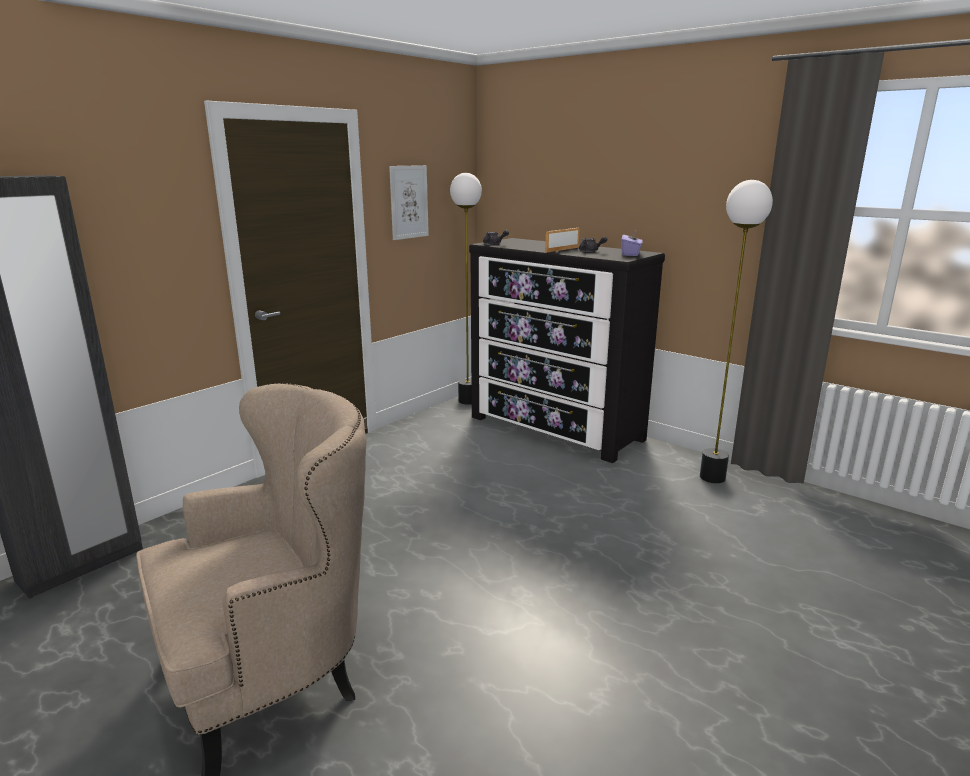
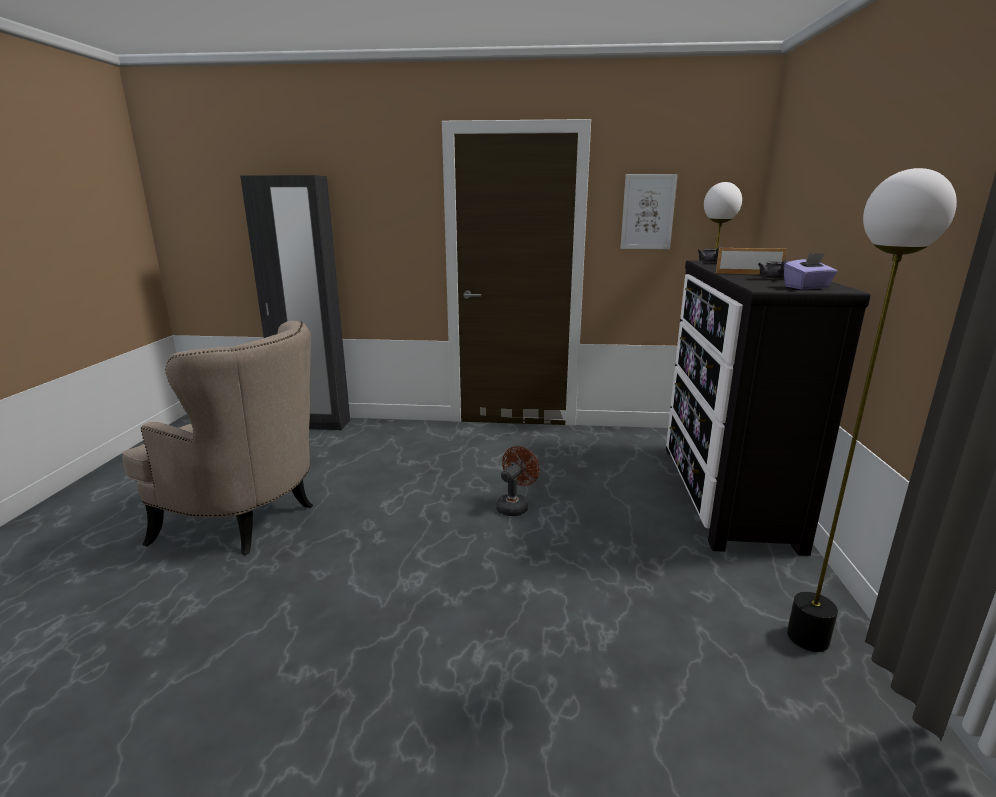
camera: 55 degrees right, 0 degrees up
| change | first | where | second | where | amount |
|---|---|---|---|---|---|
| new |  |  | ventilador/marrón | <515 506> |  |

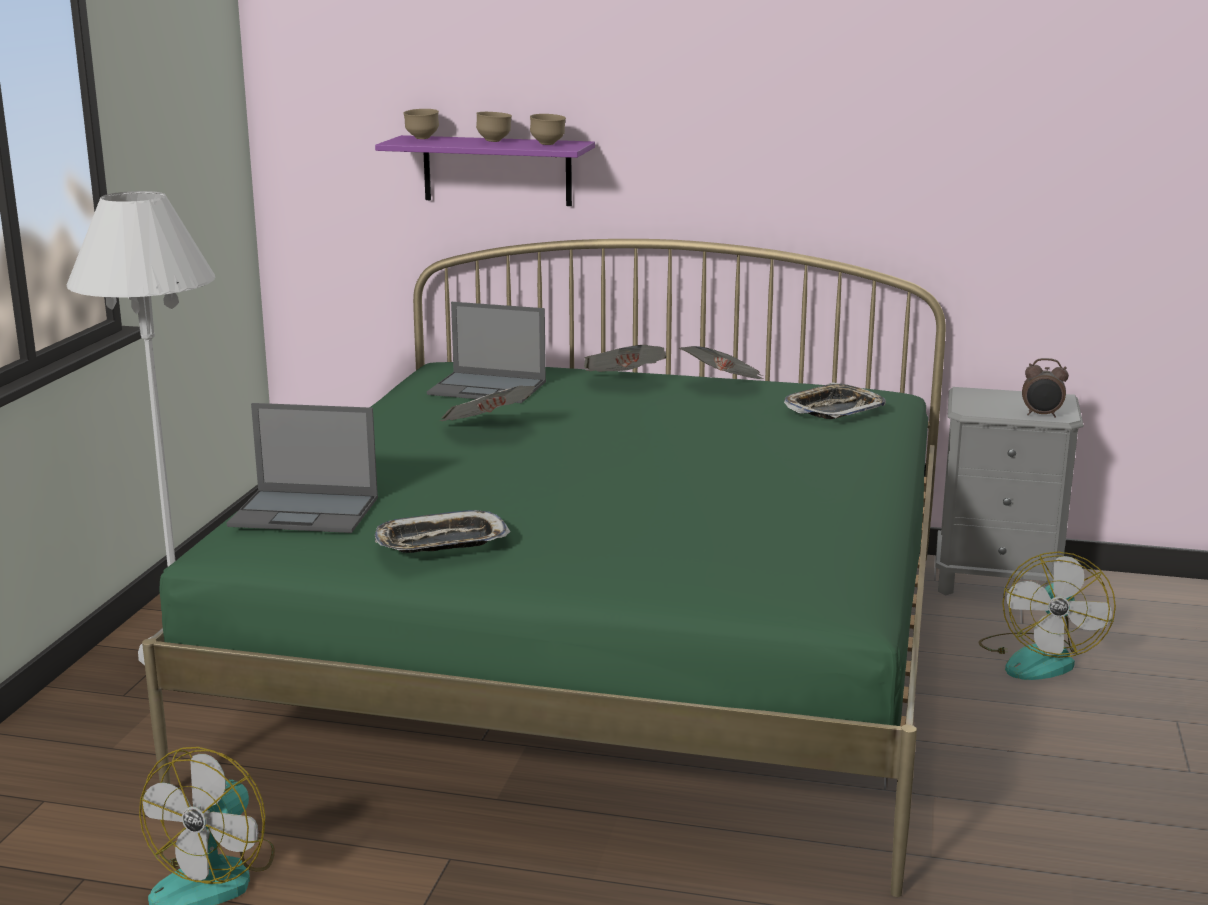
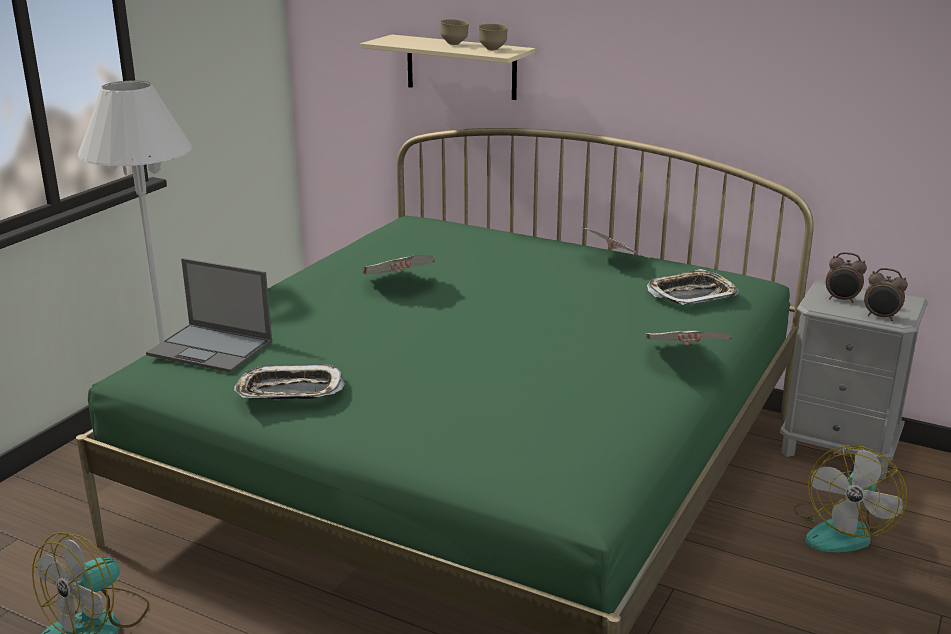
camera: 15 degrees right, 5 degrees up
| change | first | where | second | where | amount |
|---|---|---|---|---|---|
| repainted | estante/morado | <497 170> | estante/beis | <461 67> |  |
| gone | cuenco/marrón | <422 138> |  |  |  |
| gone | portátil | <489 388> |  |  |  |
| shifted | periódico | <624 382> |  | <684 358> |  |
| new |  |  | despertador | <842 300> |  |

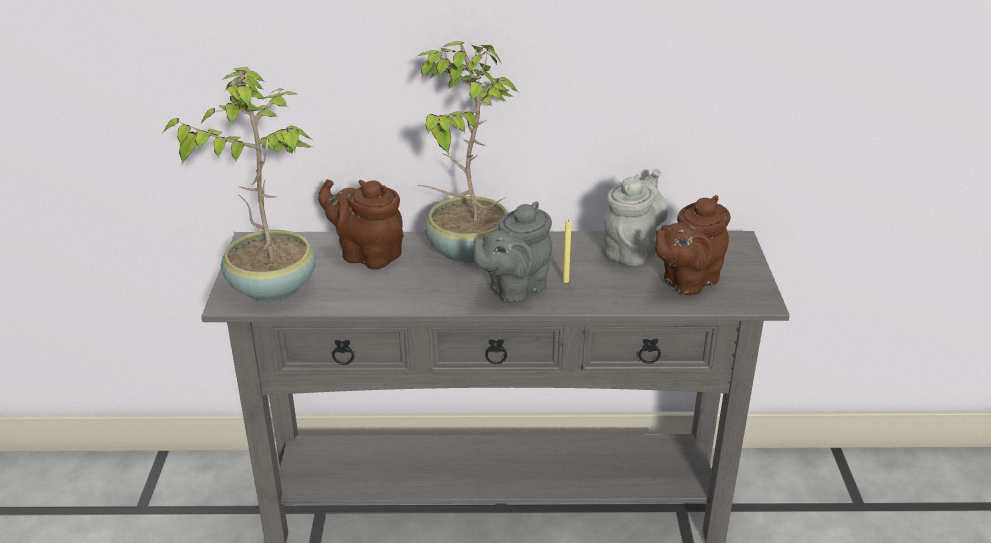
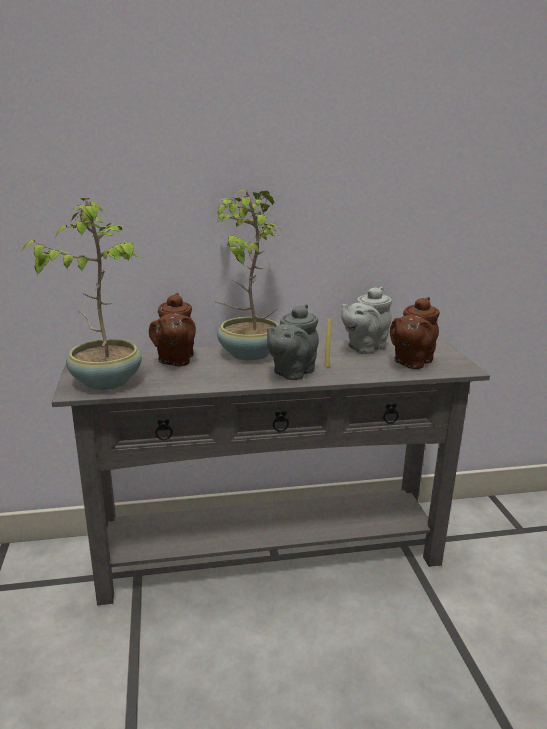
camera: 10 degrees left, 10 degrees down
| change | first | where | second | where | amount |
|---|---|---|---|---|---|
| rotated | tetera/marrón | <367 255> |  | <175 360> | 105 degrees counterclockwise |
| rotated | tetera/gris | <631 249> |  | <364 348> | 150 degrees counterclockwise |

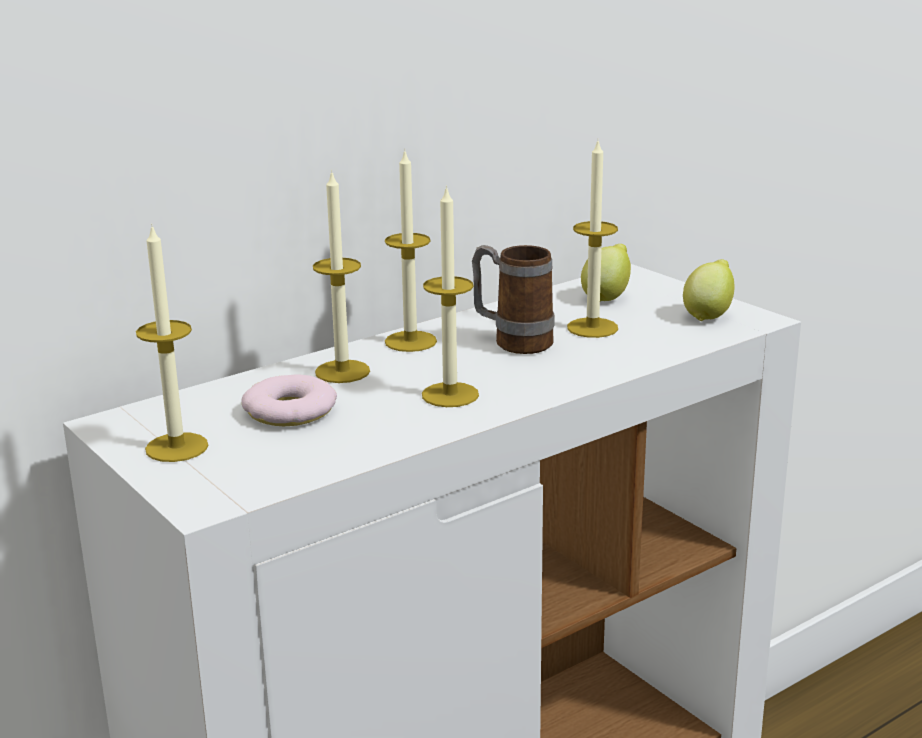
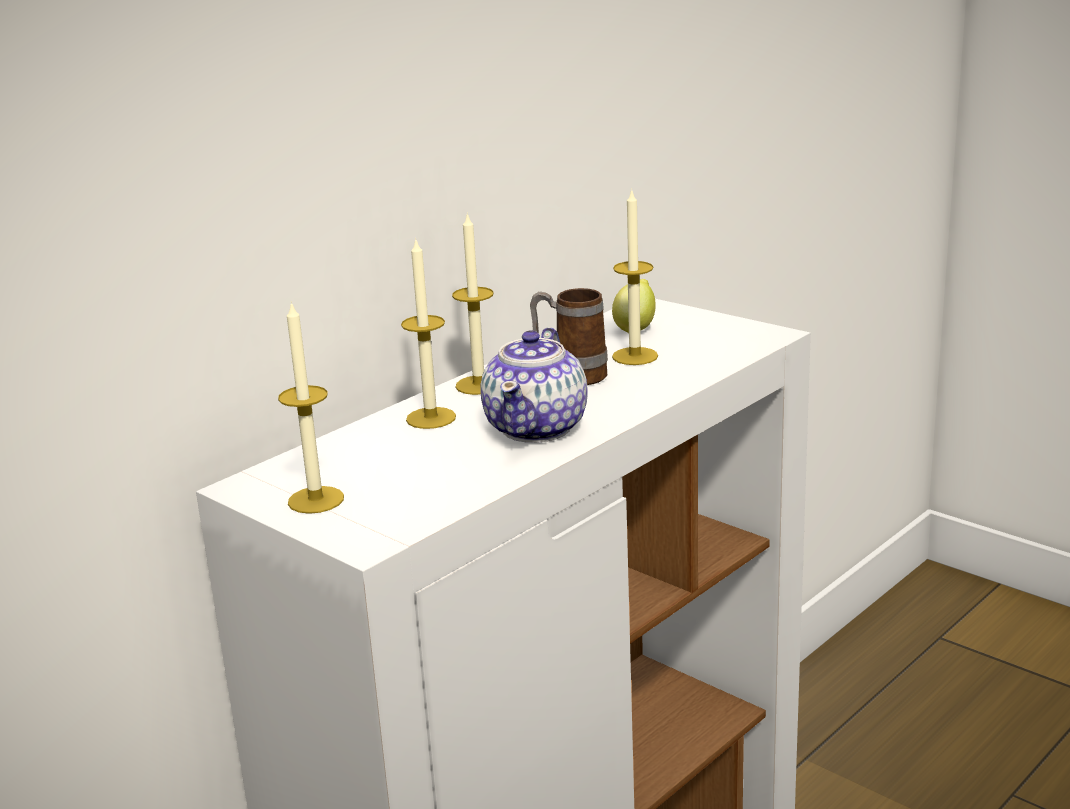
camera: 10 degrees left, 0 degrees up
| change | first | where | second | where | amount |
|---|---|---|---|---|---|
| gone | rosquilla | <289 411> |  |  |  |
| swapped | vela | <450 395> | tetera | <537 427> |  |
| gone | limón | <708 315> |  |  |  |

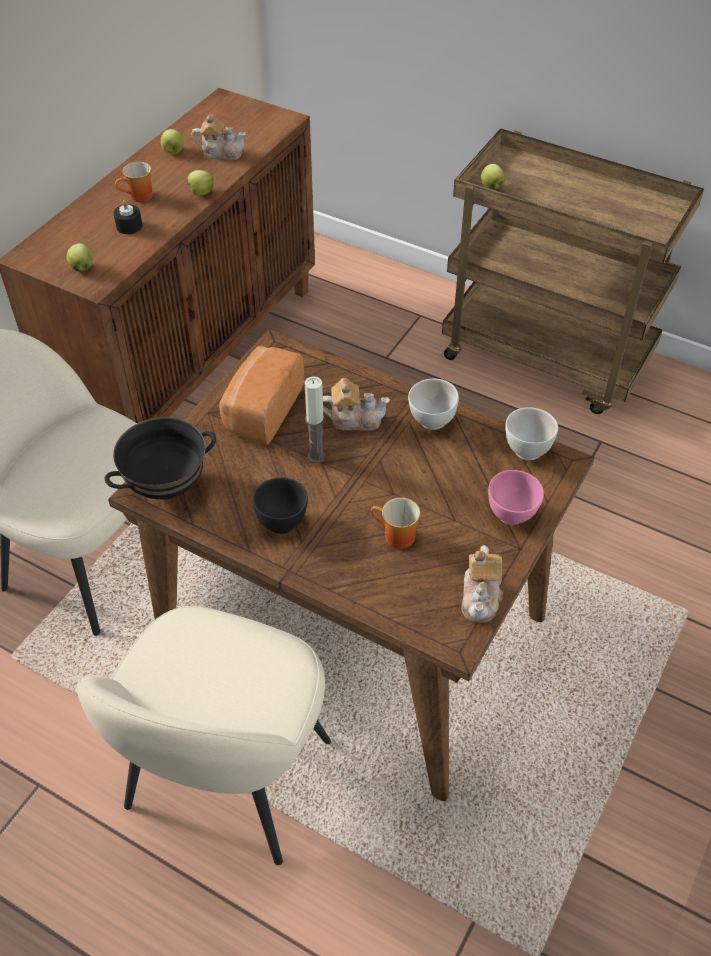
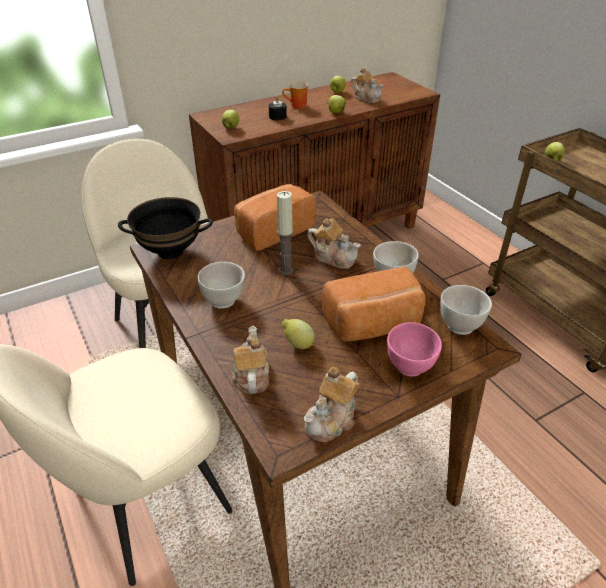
camera: 30 degrees right, 10 degrees down
| change | first | where | second | where | amount |
|---|---|---|---|---|---|
| repainted | cuenco/negro | <282 522> | cuenco/blanco | <224 301> |  |
| swapped | taza grande | <395 537> | limón | <298 344> |  |
| new |  |  | tetera | <251 375> |  |
| new |  |  | pan | <373 325> |  |

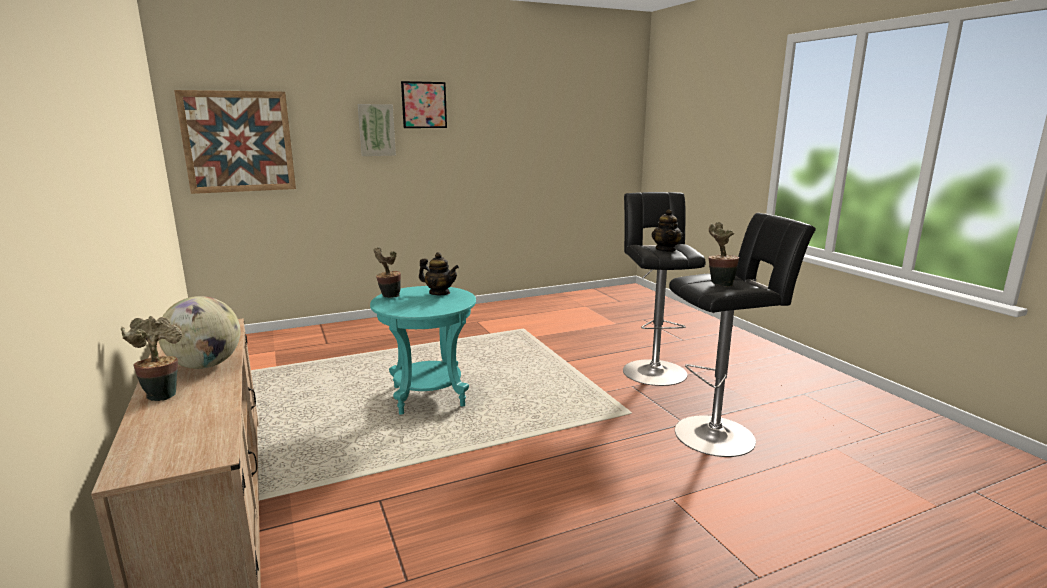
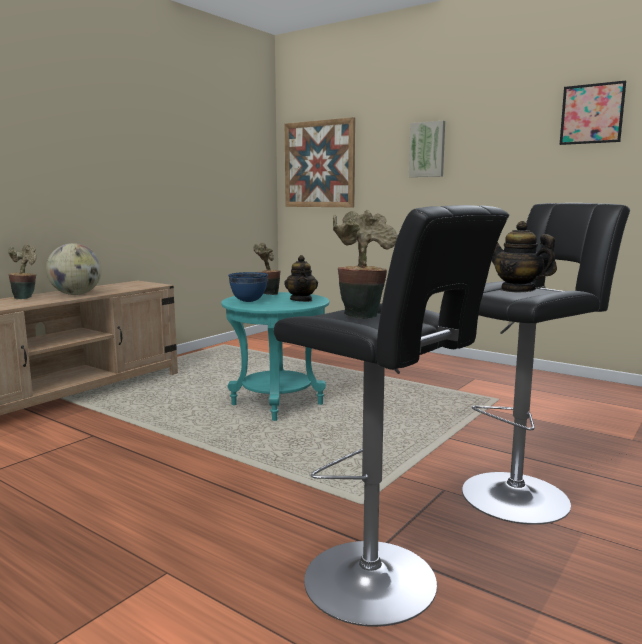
camera: 60 degrees right, 5 degrees down
| change | first | where | second | where | amount |
|---|---|---|---|---|---|
| shifted | cuadro | <424 105> |  | <592 114> |  |
| rotated | tetera | <666 250> |  | <517 290> | 75 degrees clockwise |
| new |  |  | cuenco/azul | <249 301> |  |

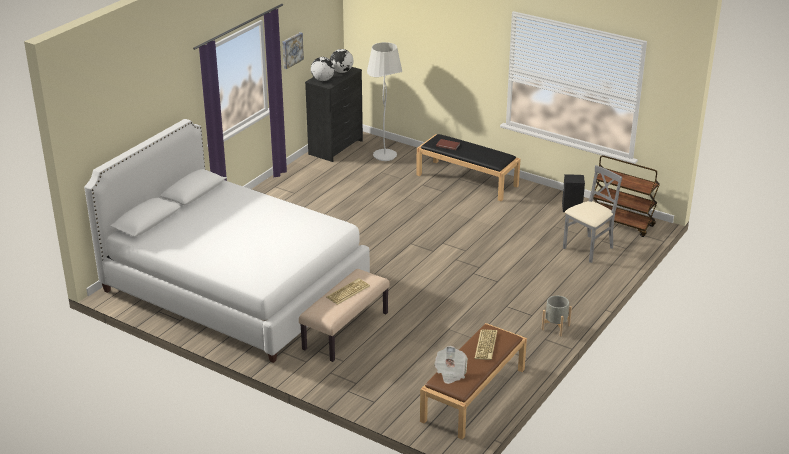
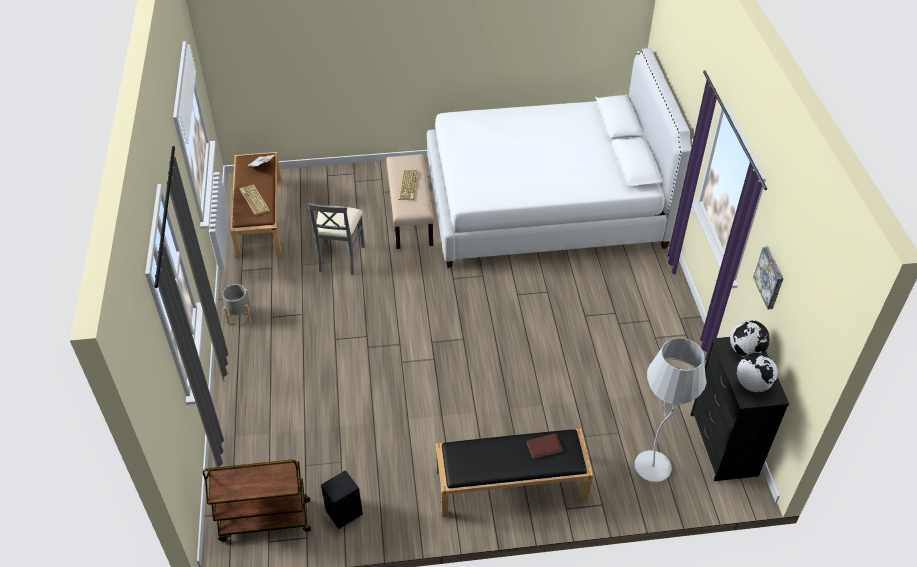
camera: 140 degrees right, 15 degrees up
| change | first | where | second | where | amount |
|---|---|---|---|---|---|
| shifted | silla/gris | <588 249> |  | <341 258> |  |

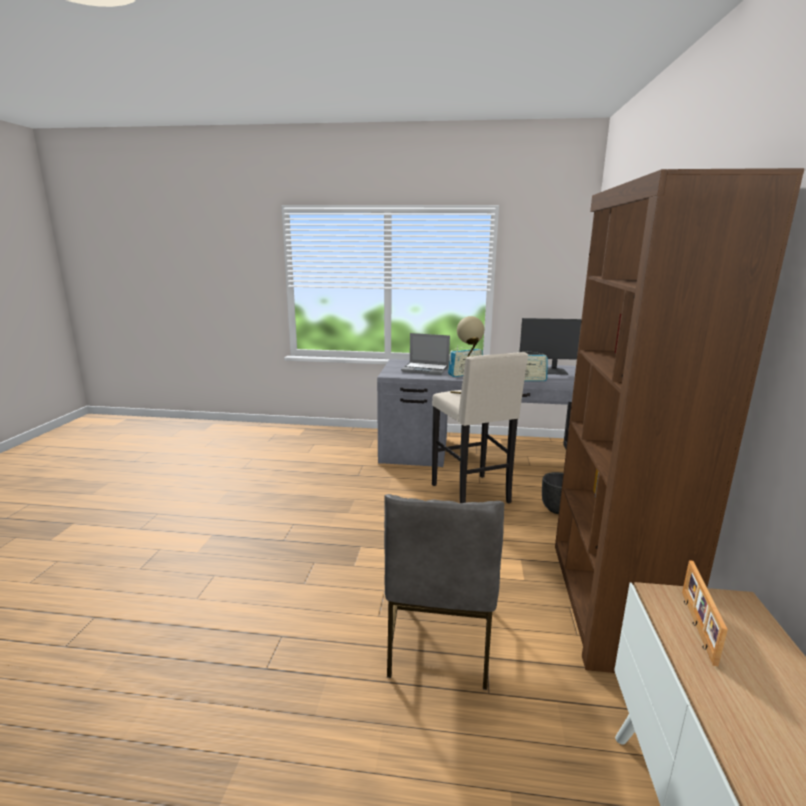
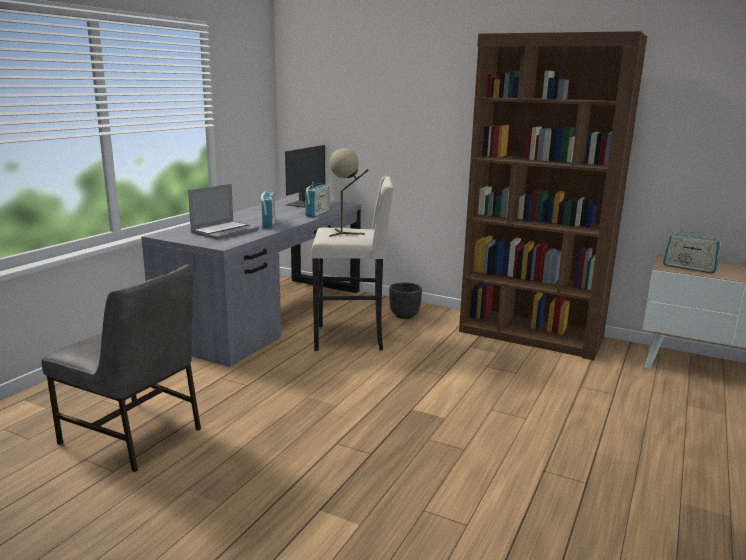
camera: 70 degrees left, 0 degrees up
| change | first | where | second | where | amount |
|---|---|---|---|---|---|
| shifted | silla/gris | <439 640> |  | <134 436> |  |
| swapped | portarretratos | <696 625> | radio | <689 268> |  |

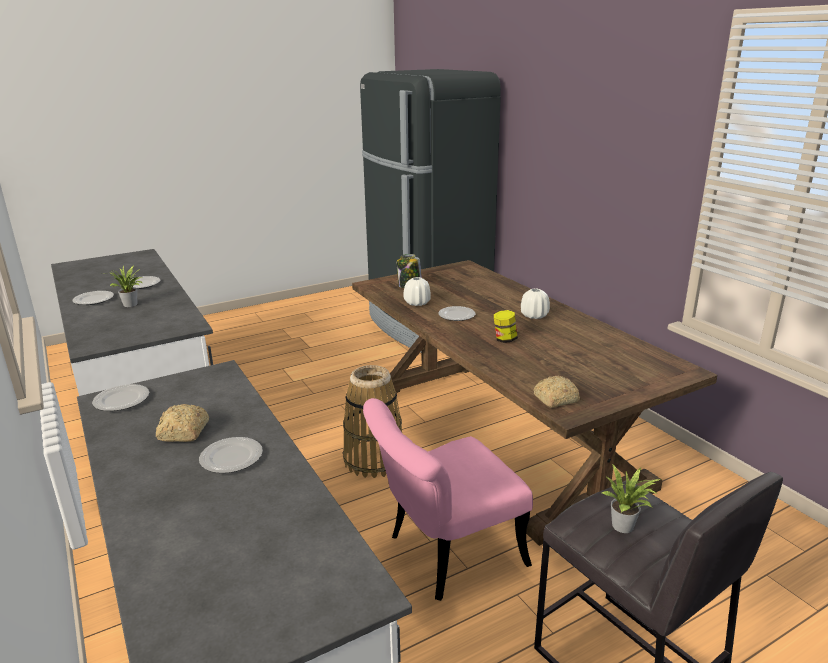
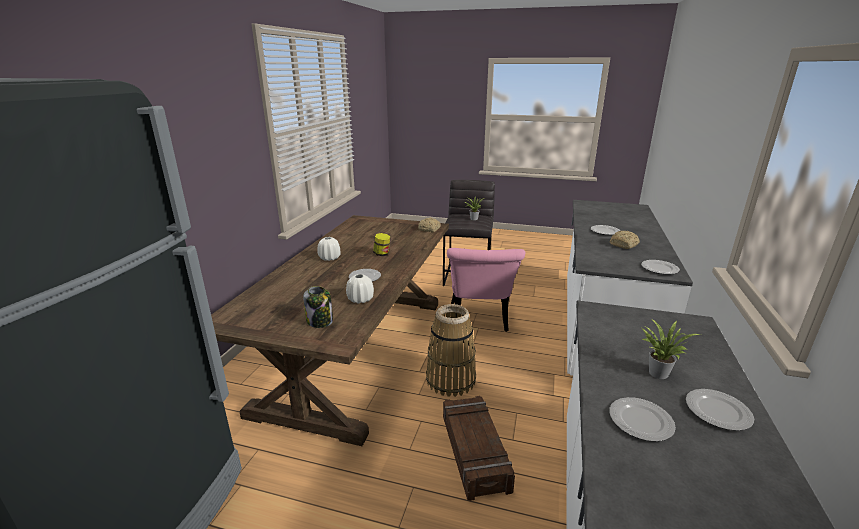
camera: 135 degrees left, 0 degrees up
| change | first | where | second | where | amount |
|---|---|---|---|---|---|
| rotated | silla/rosa | <444 555> |  | <479 321> | 75 degrees clockwise |
| new |  |  | caja de embalaje | <473 452> |  |

